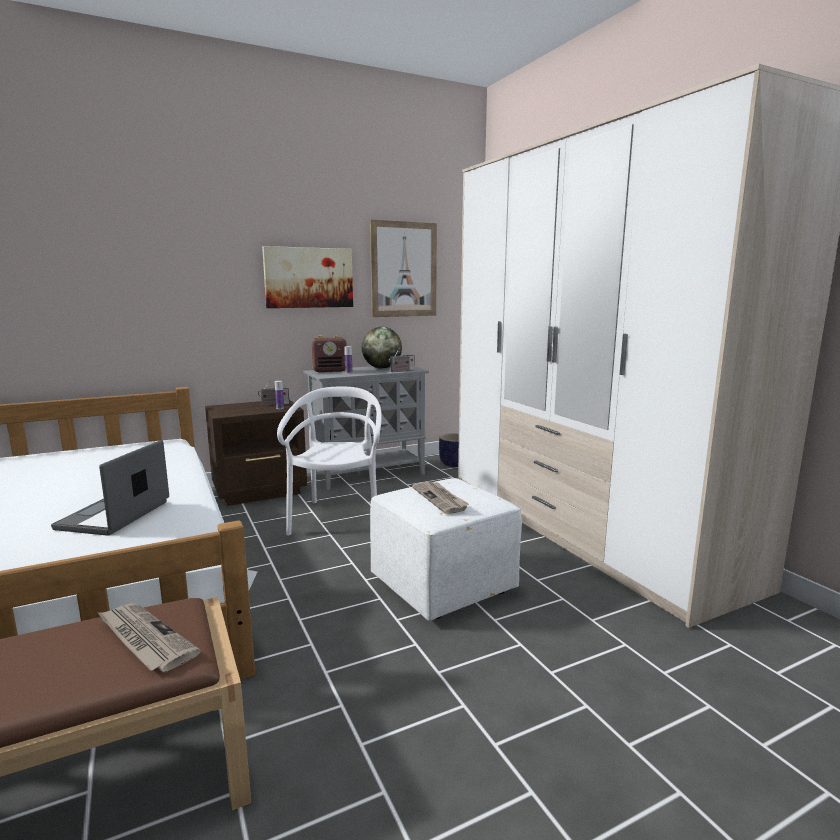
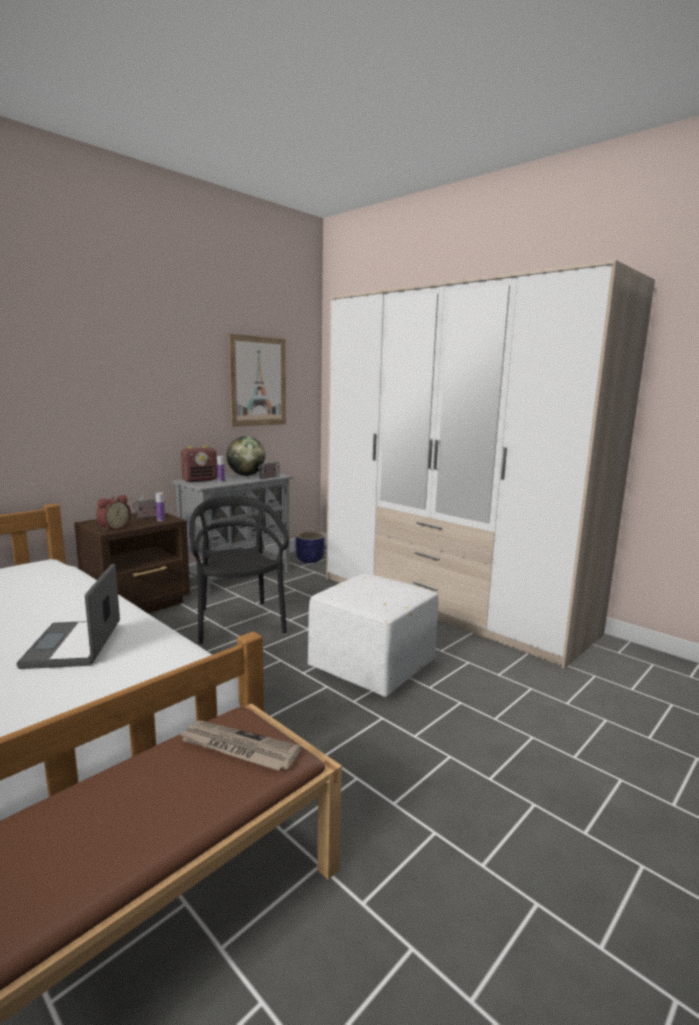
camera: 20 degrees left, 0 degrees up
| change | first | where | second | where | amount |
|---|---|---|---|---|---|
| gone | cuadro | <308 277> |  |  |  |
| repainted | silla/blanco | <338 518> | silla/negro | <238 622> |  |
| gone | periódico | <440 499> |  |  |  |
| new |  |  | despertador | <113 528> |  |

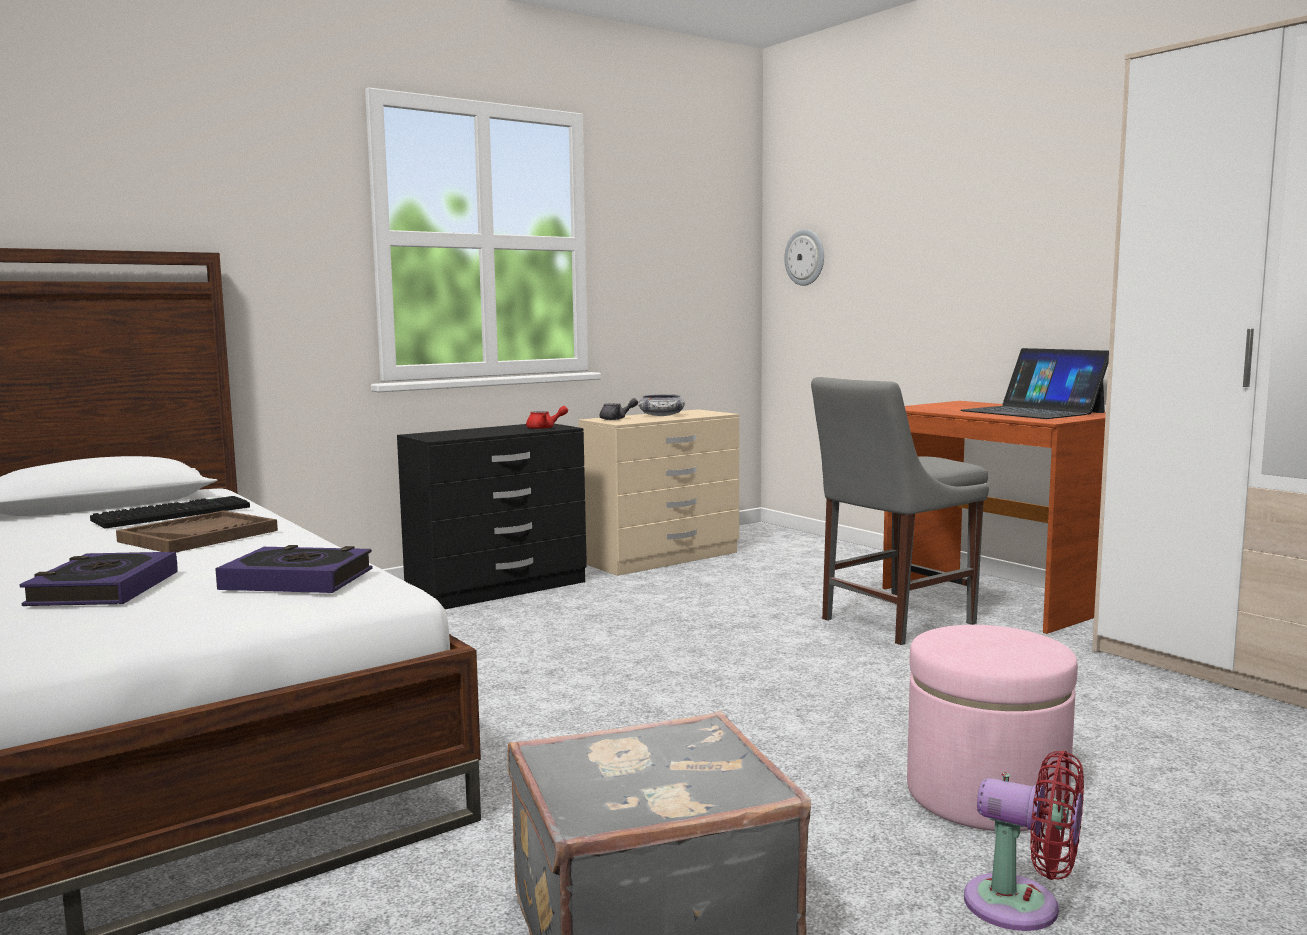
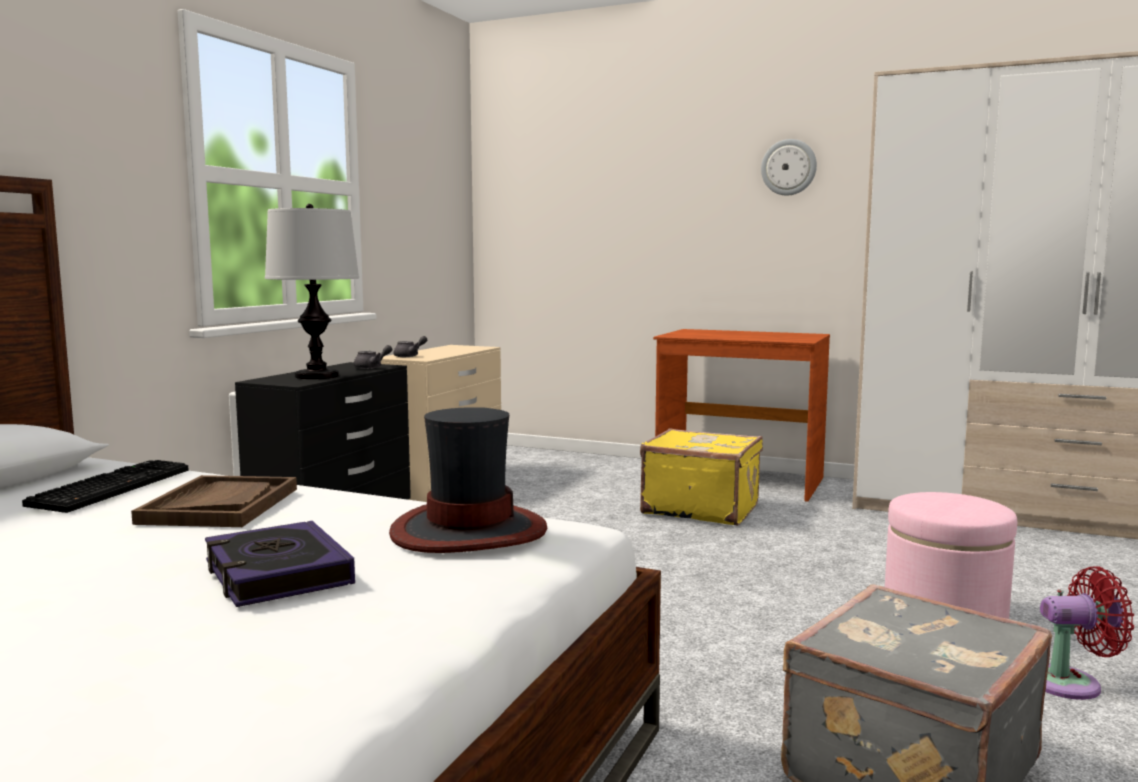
camera: 30 degrees left, 0 degrees up
| change | first | where | second | where | amount |
|---|---|---|---|---|---|
| swapped | libro | <298 580> | sombrero | <468 531> |  |
| repainted | tetera/rojo | <545 428> | tetera/gris | <372 367> |  |
| gone | cuenco | <661 415> |  |  |  |
| shifted | reloj de pared | <805 257> |  | <788 167> |  |
| swapped | silla/gris | <891 622> | maleta/amarillo | <700 509> |  |
| gone | portátil | <1032 412> |  |  |  |
| new |  |  | lámpara de mesa | <317 376> |  |

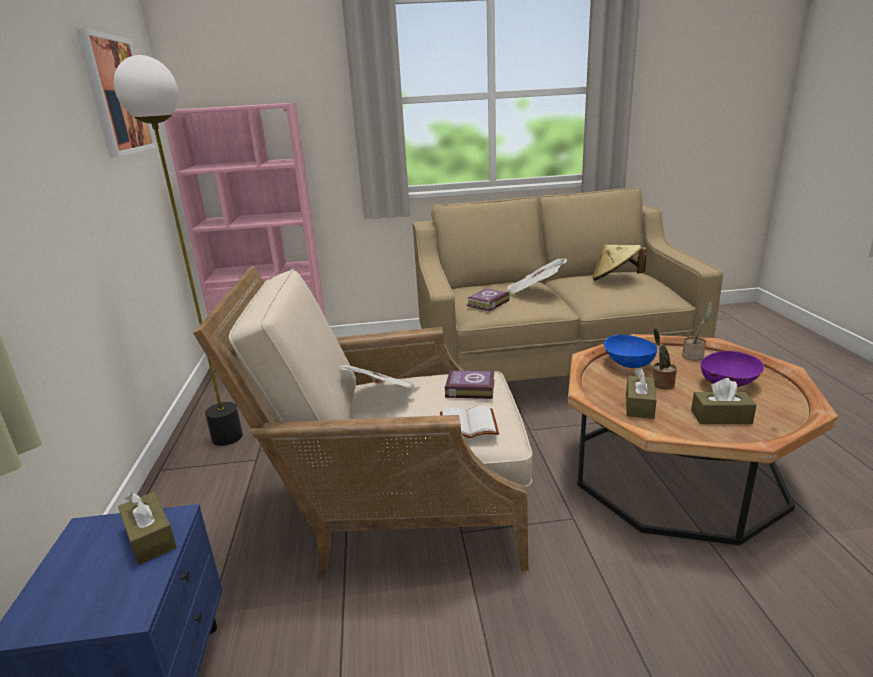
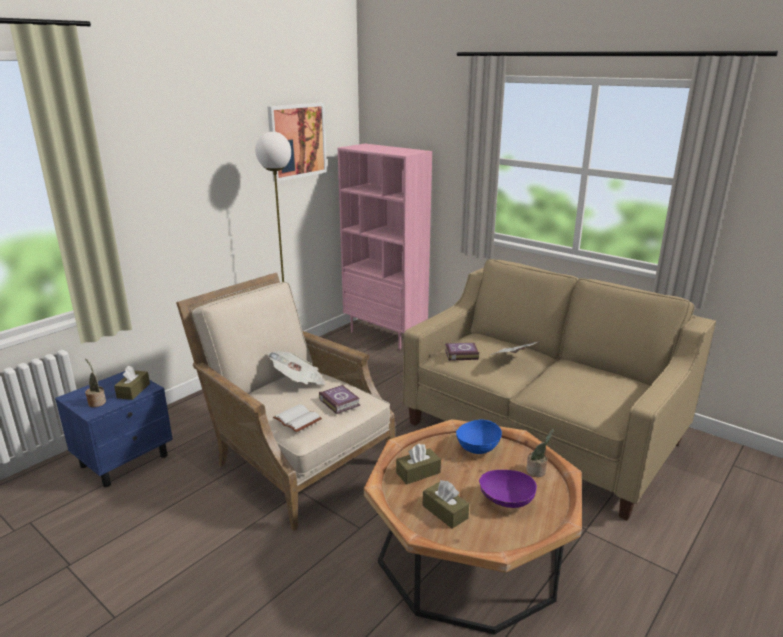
camera: 45 degrees right, 0 degrees up
| change | first | where | second | where | amount |
|---|---|---|---|---|---|
| gone | sombrero/beis | <615 279> |  |  |  |
| shifted | planta en maceta | <661 384> |  | <97 402> |  |

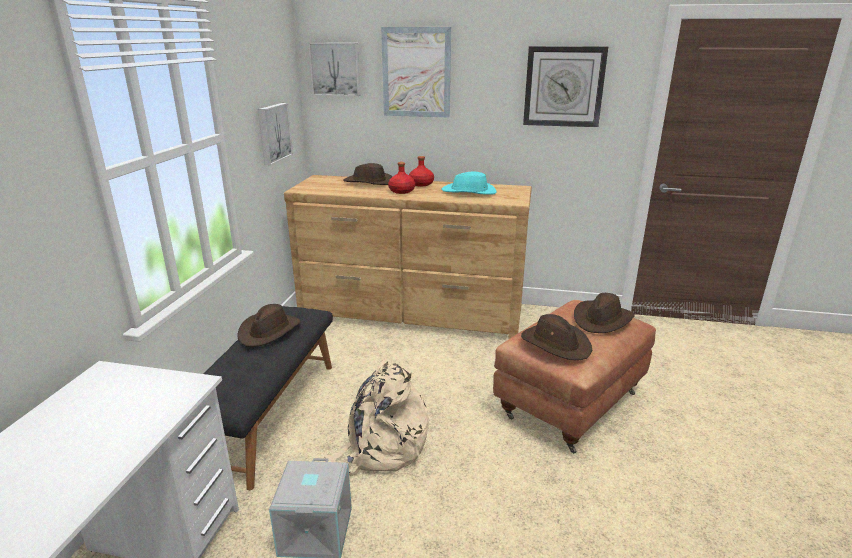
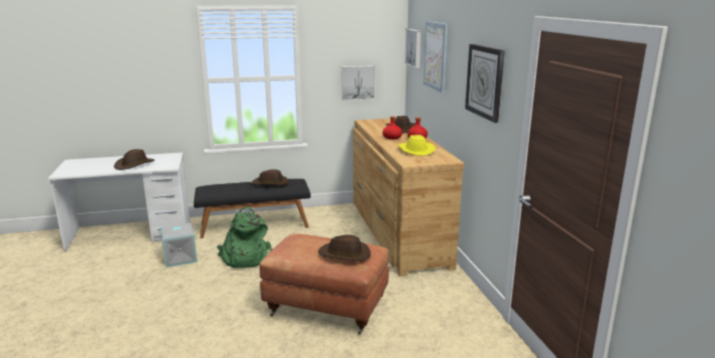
camera: 65 degrees right, 5 degrees down
| change | first | where | second | where | amount |
|---|---|---|---|---|---|
| repainted | mochila/beis | <382 447> | mochila/verde | <244 258> |  |
| repainted | sombrero/turquesa | <469 192> | sombrero/amarillo | <415 150> |  |
| shifted | sombrero/marrón | <556 344> |  | <134 165> |  |

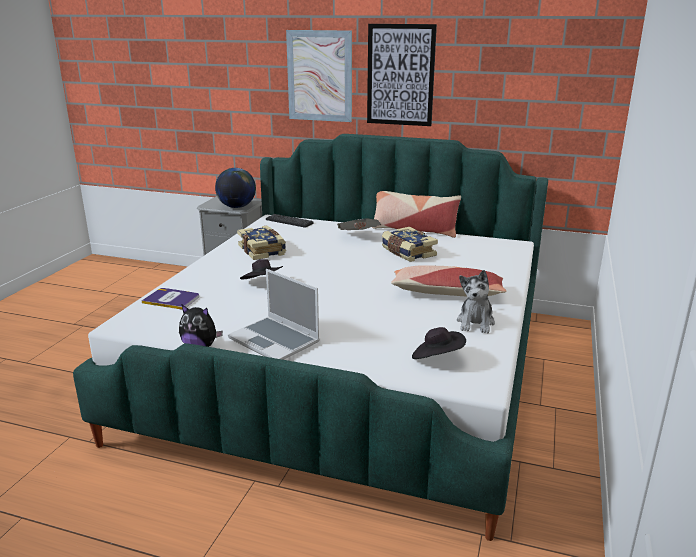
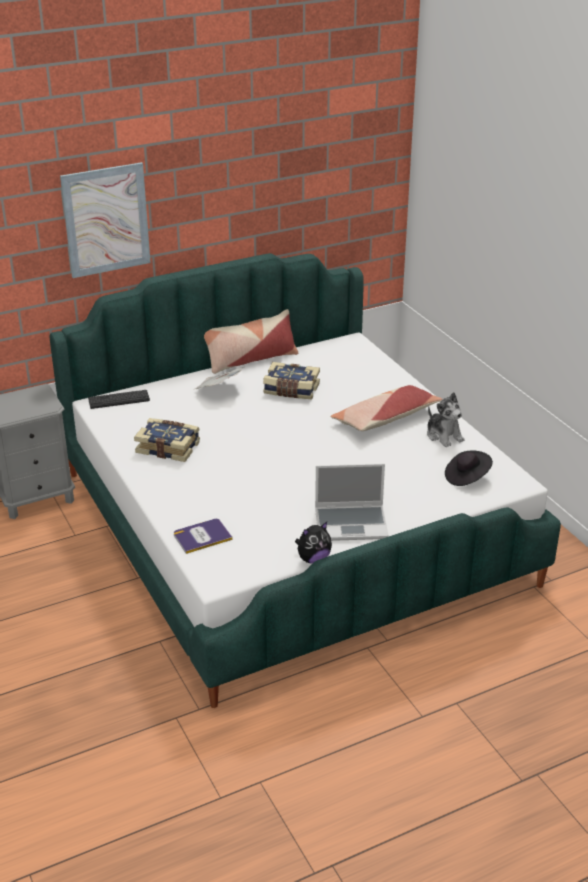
camera: 45 degrees left, 10 degrees up
| change | first | where | second | where | amount |
|---|---|---|---|---|---|
| gone | globo terráqueo | <236 207> |  |  |  |
| gone | sombrero/negro | <263 283> |  |  |  |
| gone | cuadro | <400 75> |  |  |  |

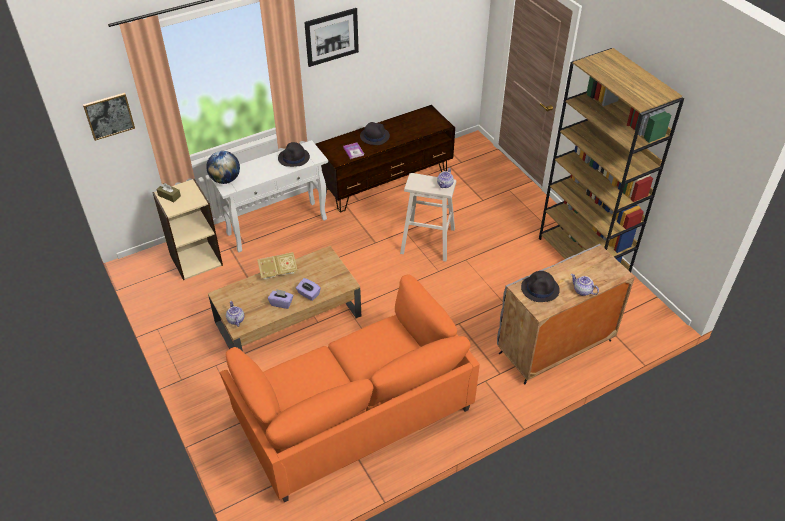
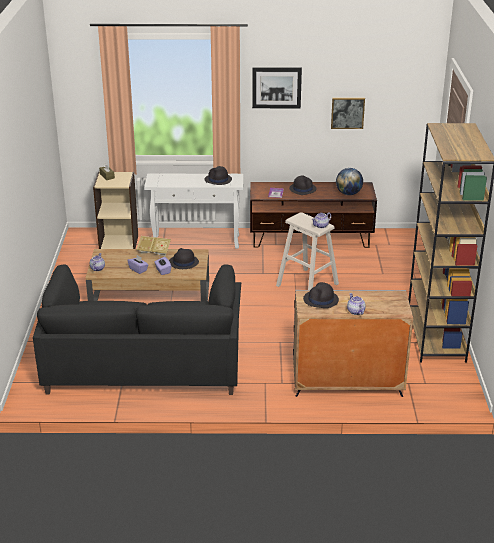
camera: 30 degrees right, 15 degrees down
| change | first | where | second | where | amount |
|---|---|---|---|---|---|
| shifted | cuadro | <109 116> |  | <347 113> |  |
| shifted | globo terráqueo | <225 180> |  | <348 194> |  |
| repainted | sofá/naranja | <353 411> | sofá/negro | <144 364> |  |
| new |  |  | sombrero/negro | <183 262> |  |

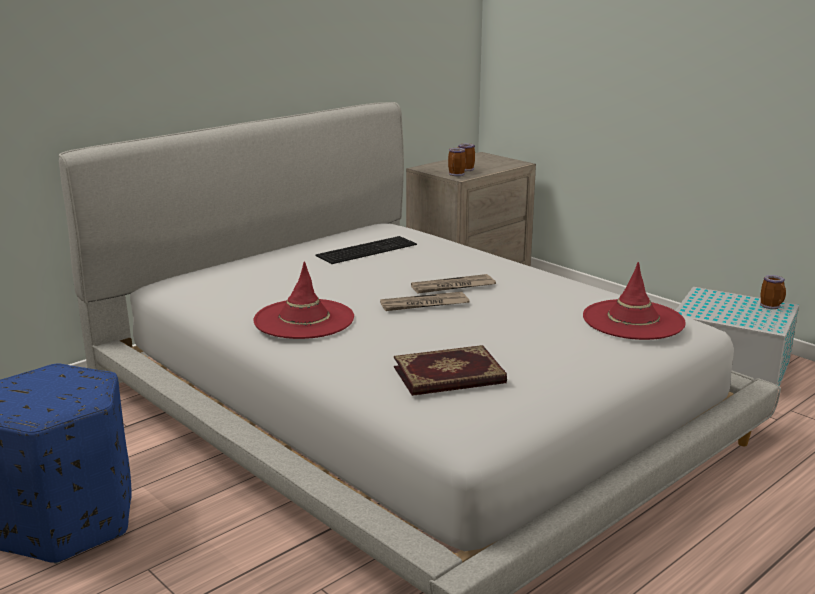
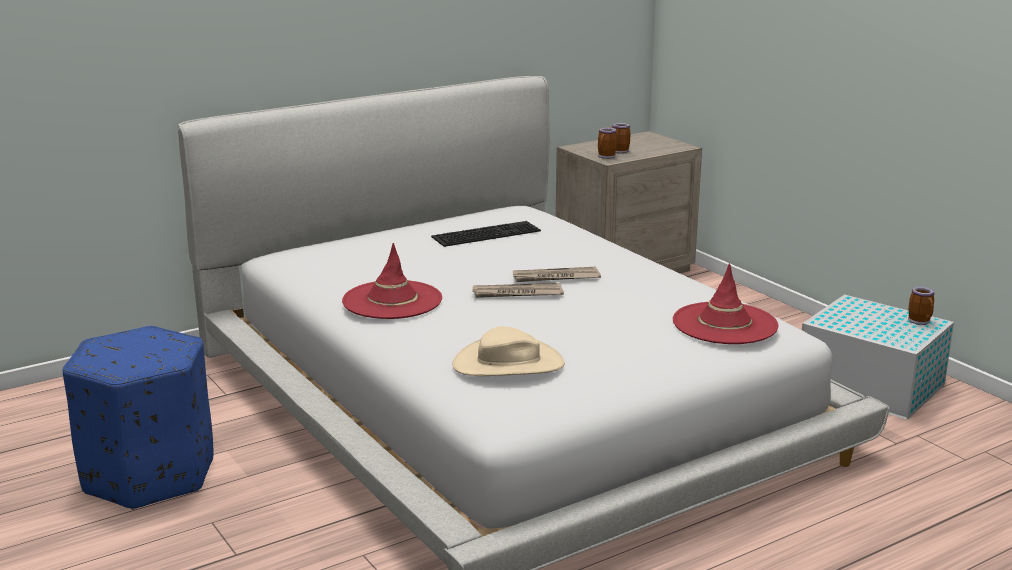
camera: 10 degrees right, 0 degrees up
| change | first | where | second | where | amount |
|---|---|---|---|---|---|
| swapped | libro | <449 376> | sombrero/beis | <508 364> |  |

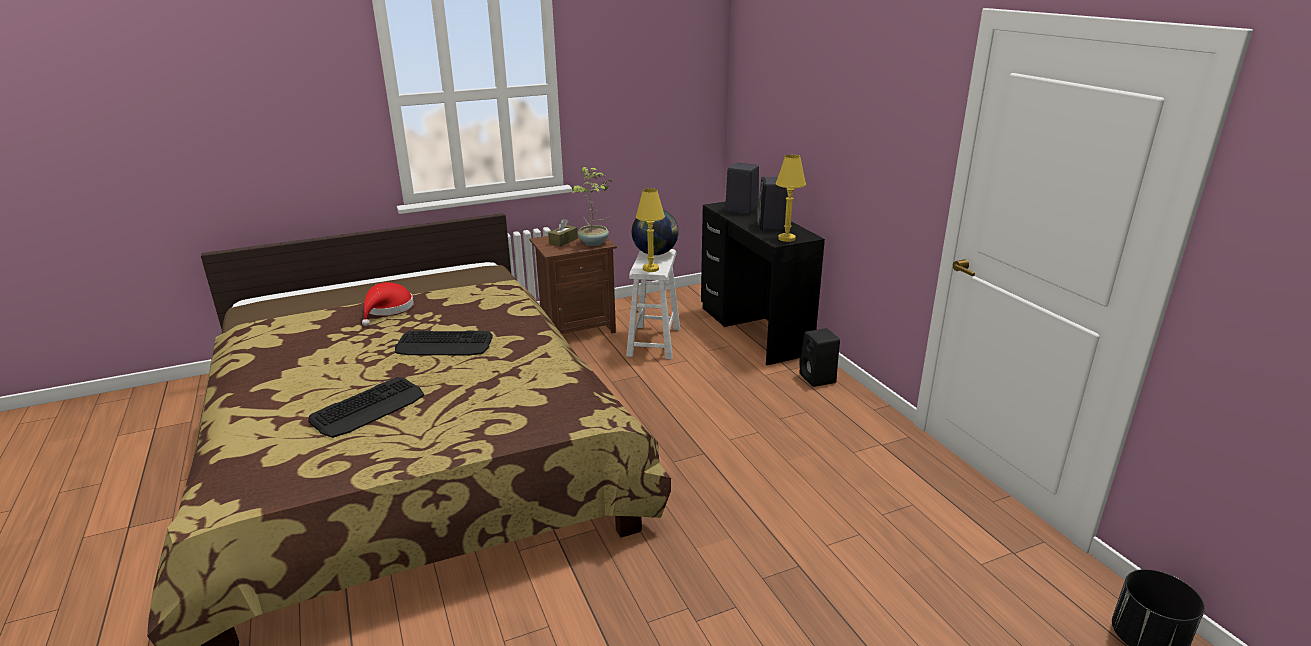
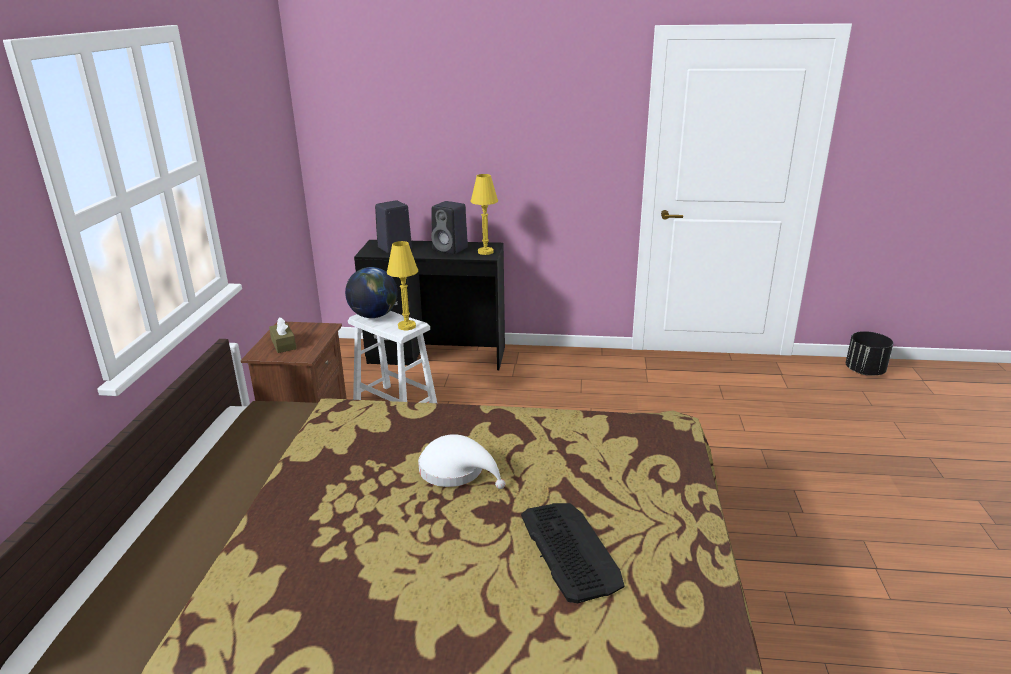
camera: 60 degrees left, 0 degrees up
| change | first | where | second | where | amount |
|---|---|---|---|---|---|
| gone | sombrero/rojo | <387 309> |  |  |  |
| swapped | teclado | <444 345> | sombrero/blanco | <456 471> |  |
| gone | planta en maceta | <594 243> |  |  |  |
| gone | altavoz/negro | <818 379> |  |  |  |

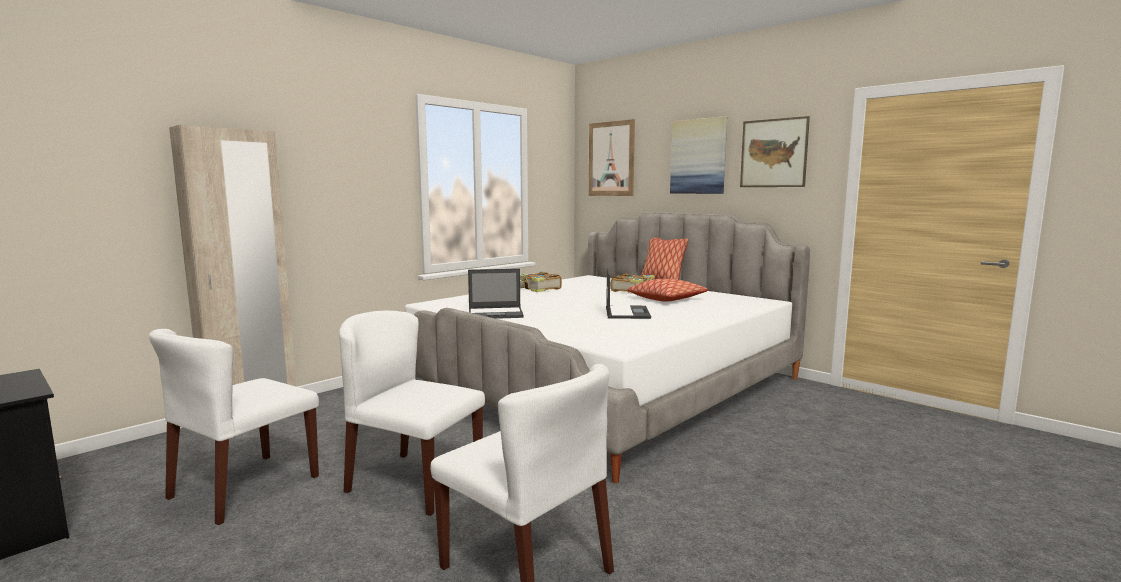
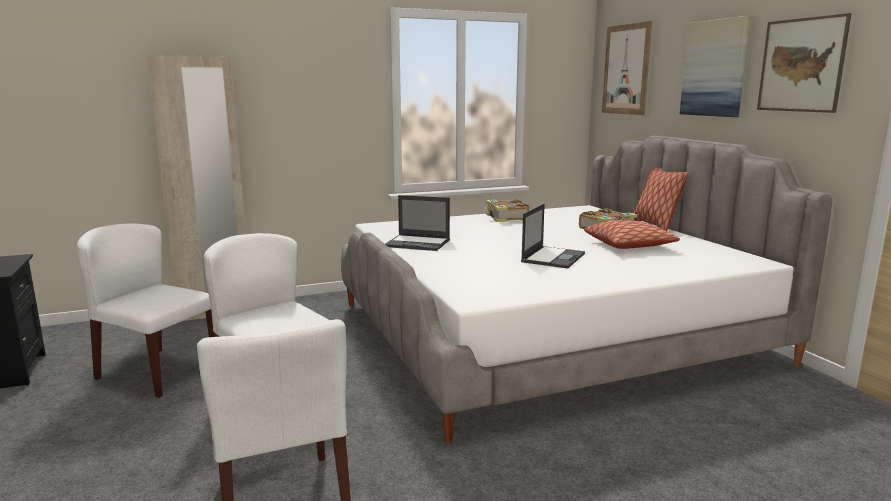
camera: 25 degrees right, 5 degrees up
| change | first | where | second | where | amount |
|---|---|---|---|---|---|
| rotated | silla/blanco | <244 487> |  | <157 372> | 60 degrees clockwise |

